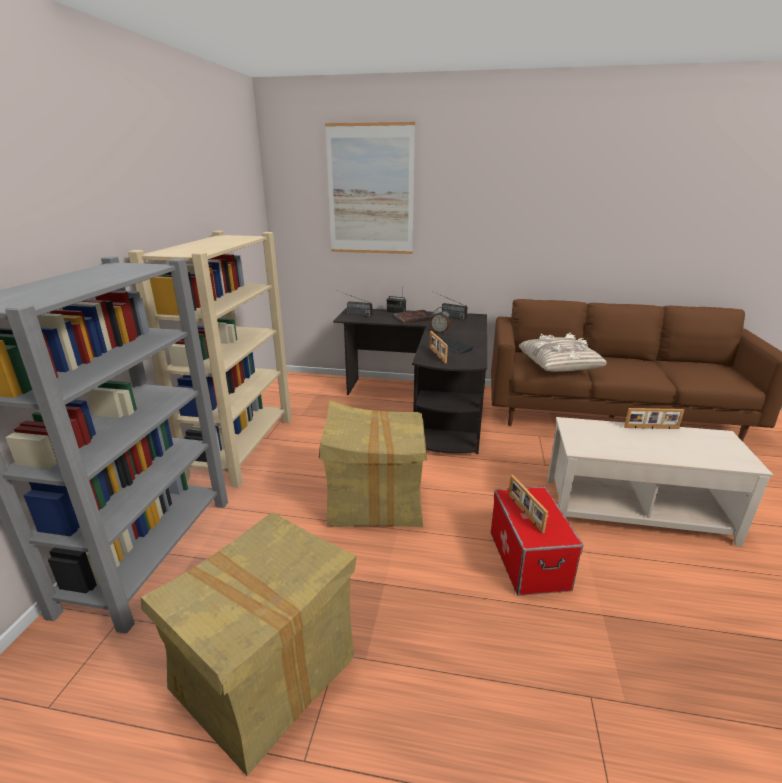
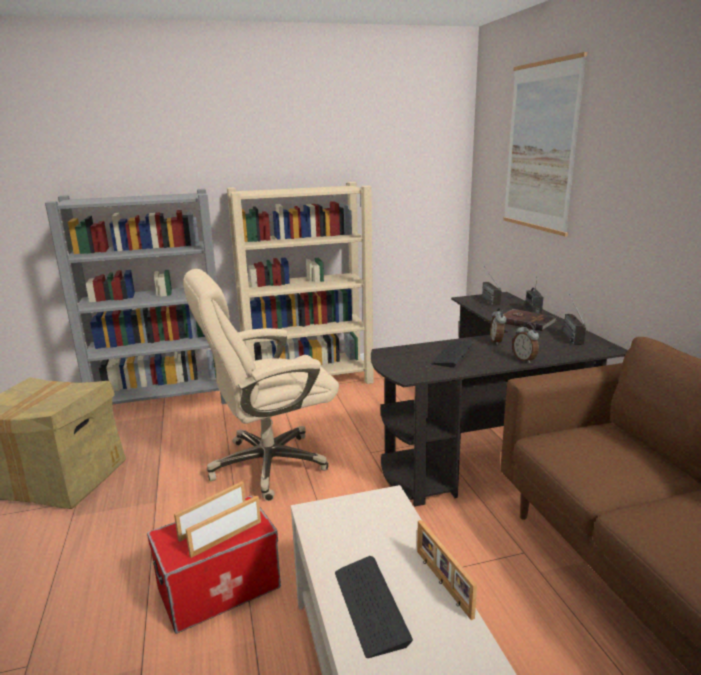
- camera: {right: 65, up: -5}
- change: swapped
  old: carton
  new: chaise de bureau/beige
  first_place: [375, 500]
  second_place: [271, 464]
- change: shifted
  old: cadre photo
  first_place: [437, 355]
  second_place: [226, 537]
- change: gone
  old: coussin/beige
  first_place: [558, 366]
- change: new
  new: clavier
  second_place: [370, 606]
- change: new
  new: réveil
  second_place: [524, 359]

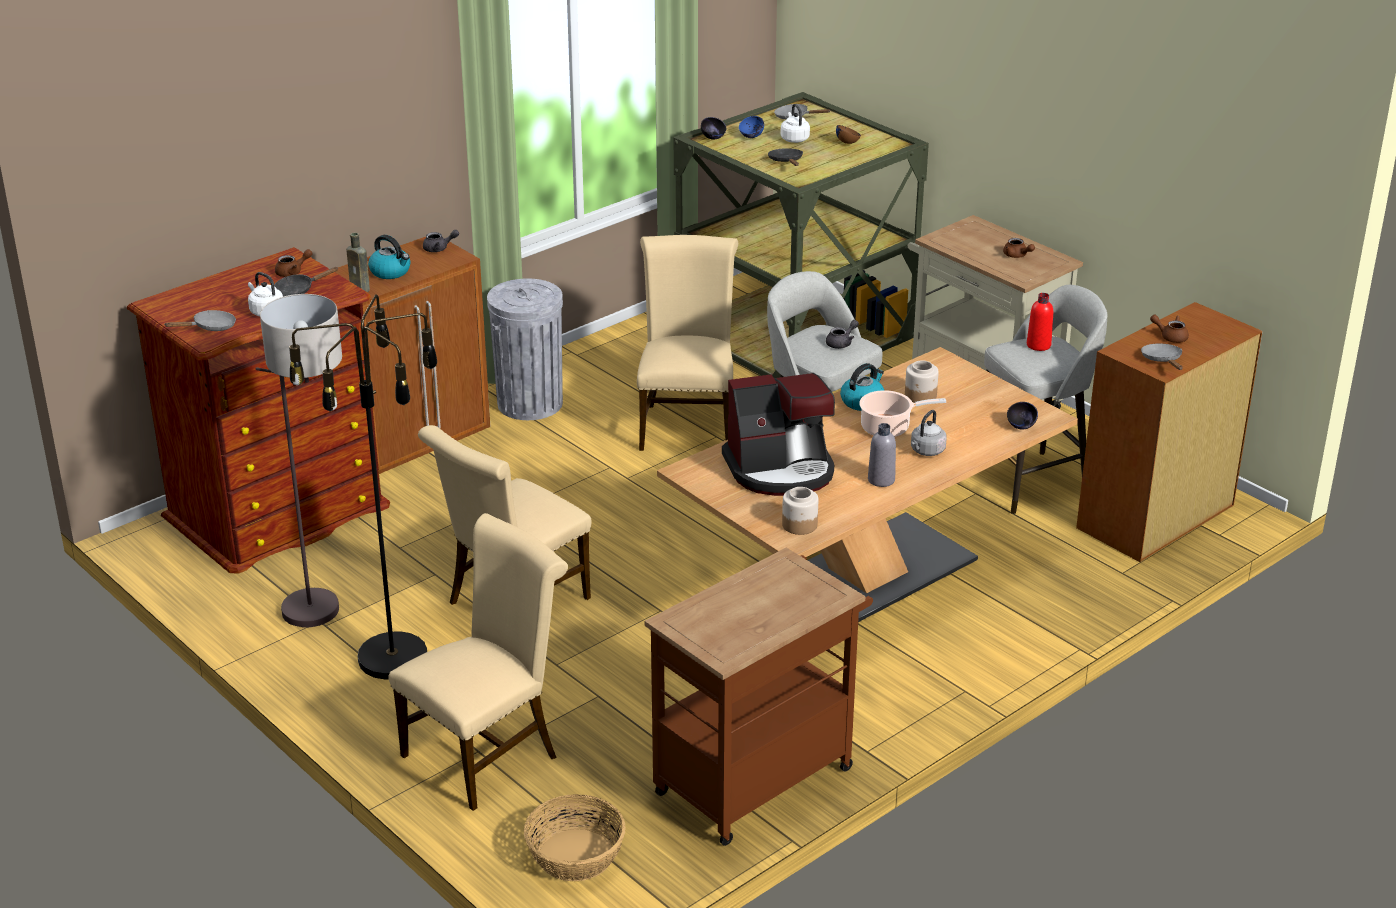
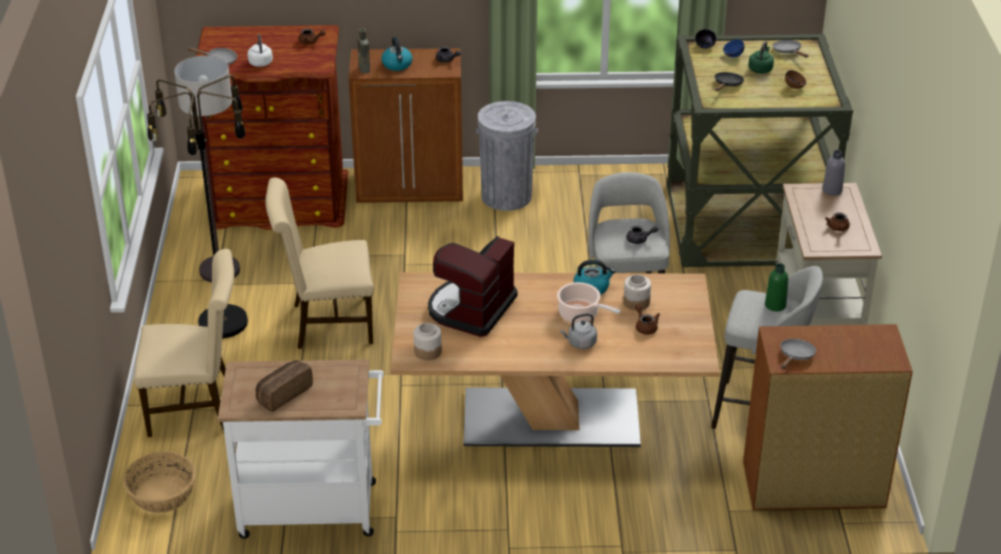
- camera: {right: 40, up: 5}
- change: gone
  old: poêle/noir
  first_place: [297, 291]
- change: gone
  old: chaise/beige
  first_place: [687, 424]
- change: repainted
  old: chariot/marron
  new: chariot/blanc
  first_place: [758, 779]
  second_place: [313, 510]
- change: rotated
  old: machine à café
  first_place: [781, 470]
  second_place: [471, 309]
  degrees: 90
- change: repainted
  old: bouilloire/blanc
  new: bouilloire/vert
  first_place: [794, 139]
  second_place: [760, 69]
- change: shifted
  old: bouteille/gris
  first_place: [881, 480]
  second_place: [832, 190]
- change: gone
  old: bol/noir
  first_place: [1021, 426]
- change: repainted
  old: bouteille/rouge
  new: bouteille/vert
  first_place: [1038, 345]
  second_place: [775, 305]
- change: shifted
  old: théière/marron
  first_place: [1170, 337]
  second_place: [645, 326]
- change: new
  new: pain
  second_place: [283, 393]

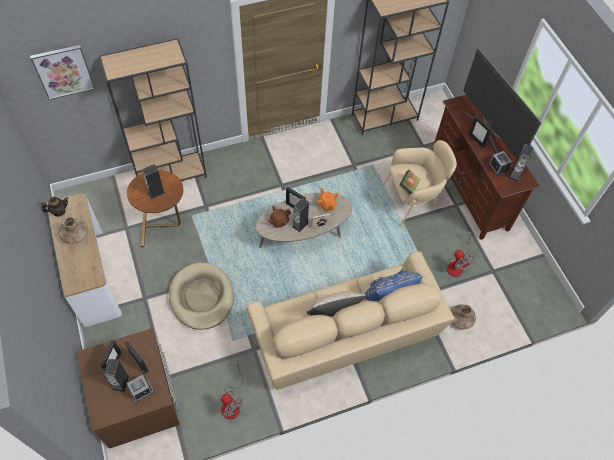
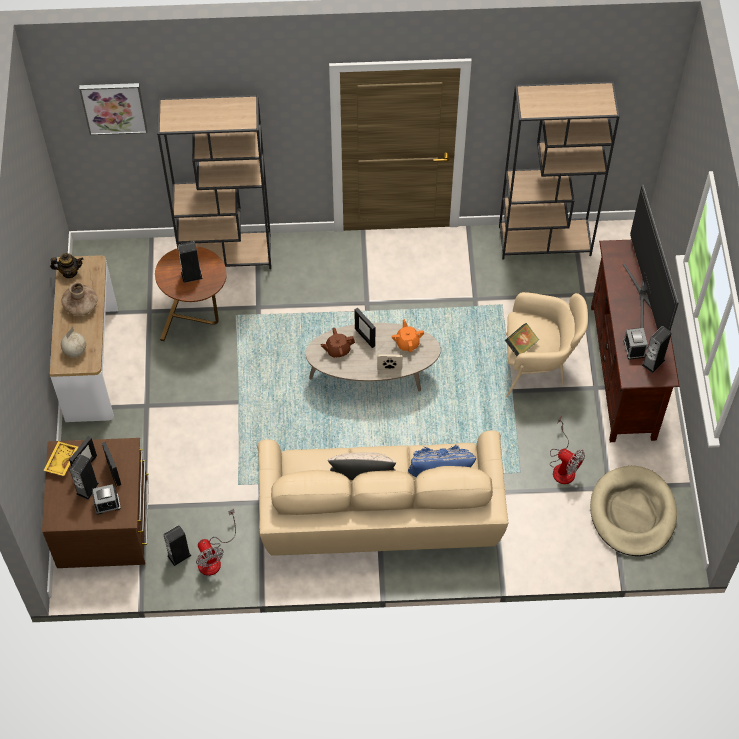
- camera: {right: 20, up: 0}
- change: shifted
  old: panier pour chien/beige
  first_place: [201, 297]
  second_place: [632, 513]
- change: shifted
  old: enceinte
  first_place: [300, 224]
  second_place: [179, 555]
- change: rotated
  old: ventilateur
  first_place: [456, 264]
  second_place: [563, 466]
  degrees: -45
- change: gone
  old: vase/marron
  first_place: [460, 319]
- change: gone
  old: cadre photo
  first_place: [477, 140]
- change: new
  new: plateau/jaune
  second_place: [61, 461]
- change: new
  new: globe
  second_place: [75, 351]

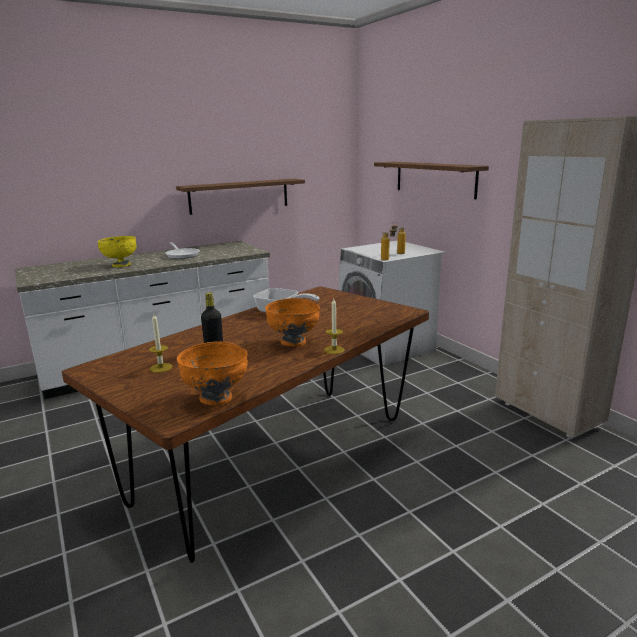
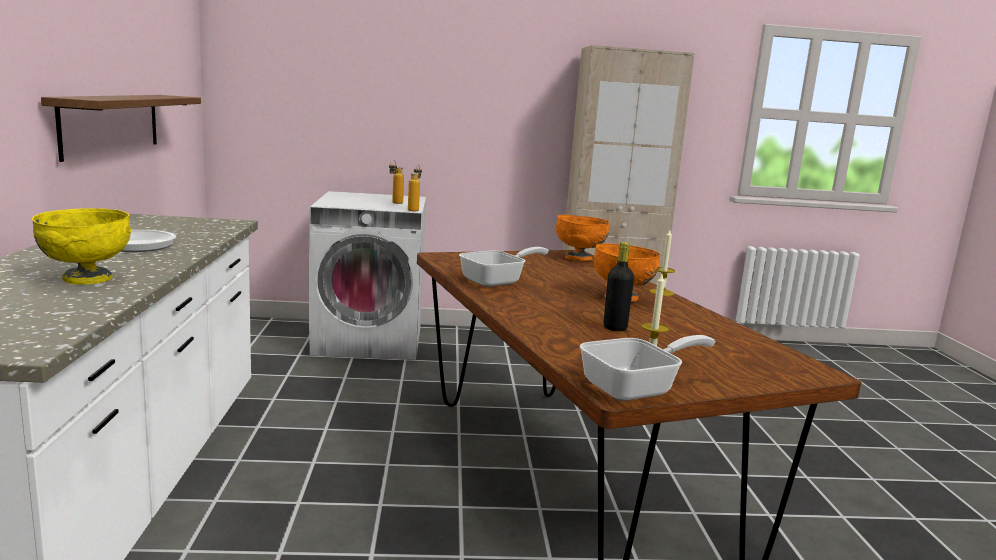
- camera: {right: -65, up: -5}
- change: shifted
  old: bol/orange
  first_place: [216, 399]
  second_place: [579, 259]
- change: gone
  old: étagère
  first_place: [434, 179]
- change: new
  new: poêle
  second_place: [637, 388]

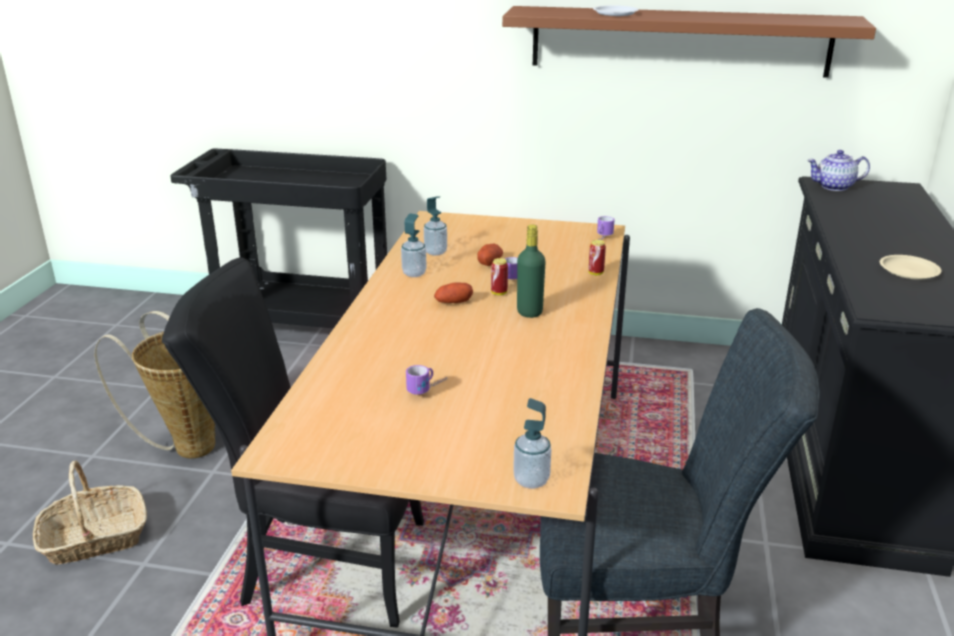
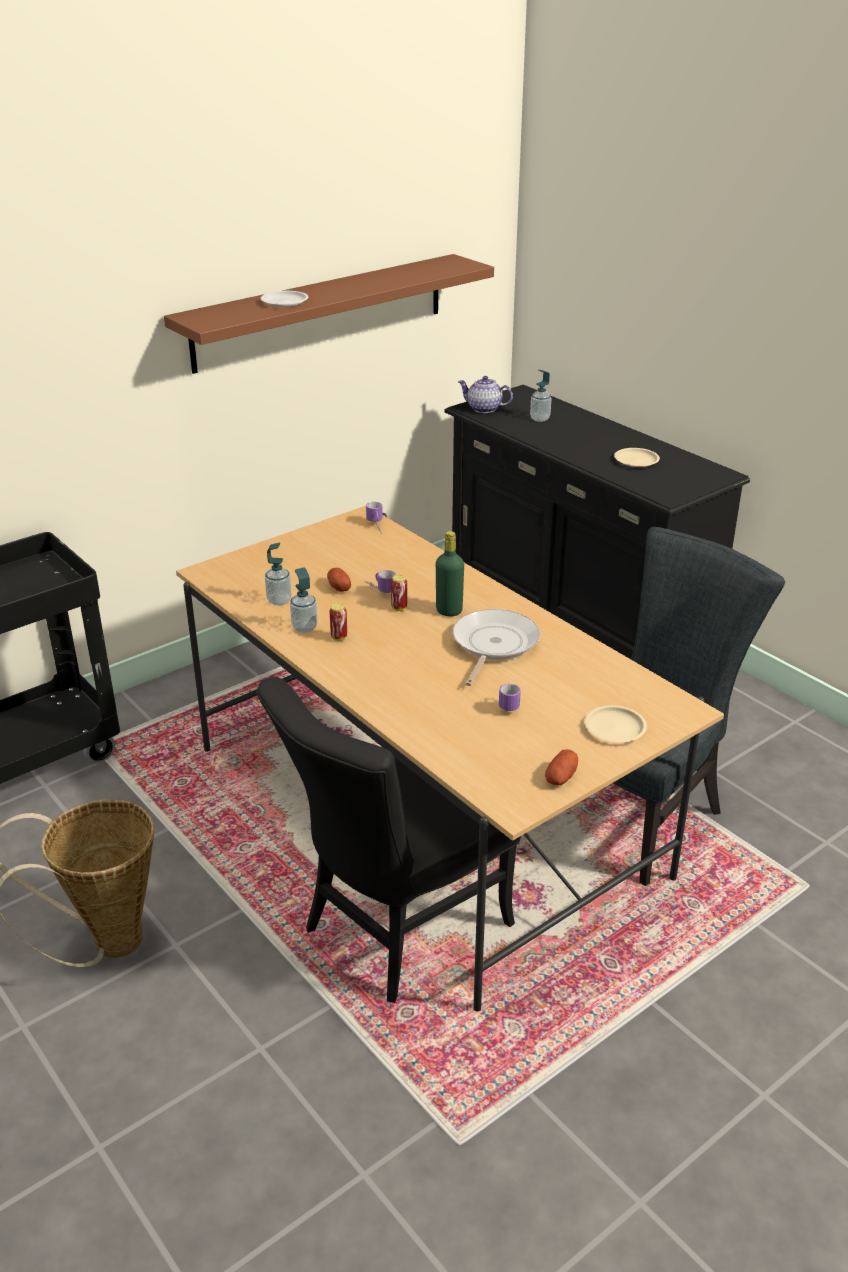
- camera: {right: -50, up: 5}
- change: gone
  old: panier
  first_place: [94, 538]
- change: shifted
  old: pomme de terre
  first_place: [453, 302]
  second_place: [561, 777]
- change: shifted
  old: distributeur de savon
  first_place: [531, 480]
  second_place: [540, 419]
- change: shifted
  old: boîte métallique
  first_place: [595, 273]
  second_place: [339, 638]
- change: rotated
  old: théière
  first_place: [834, 187]
  second_place: [484, 409]
  degrees: 75
- change: new
  new: poêle
  second_place: [493, 645]
- change: new
  new: assiette/beige
  second_place: [614, 728]

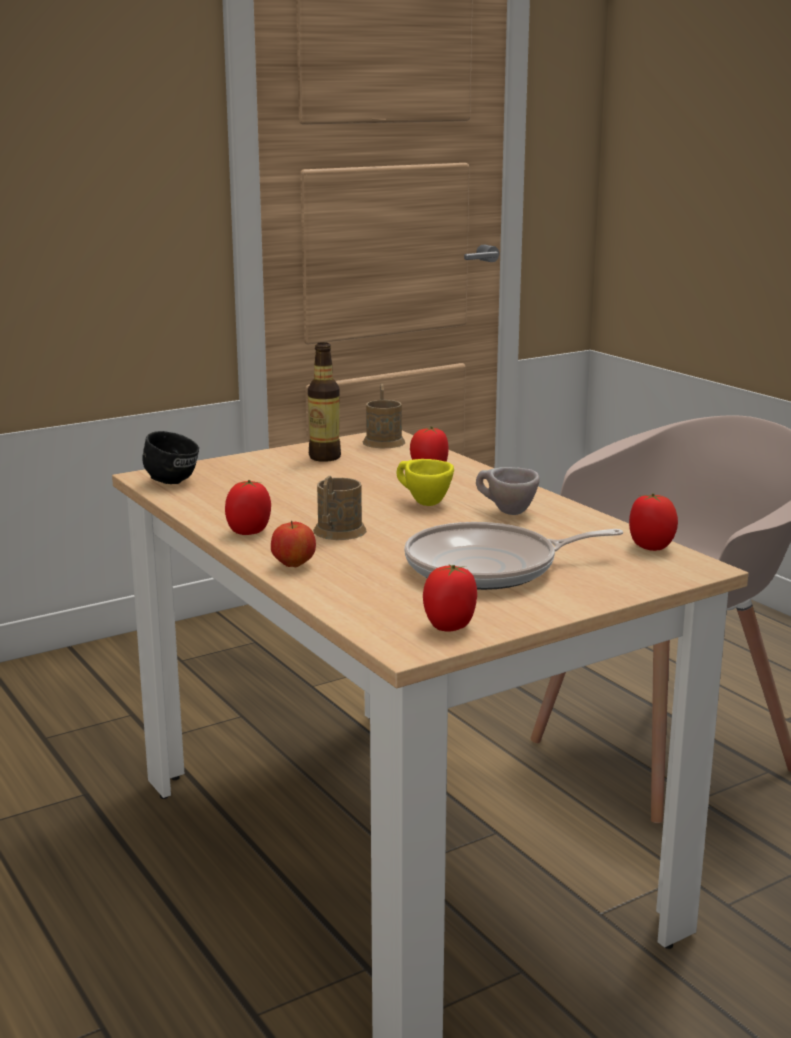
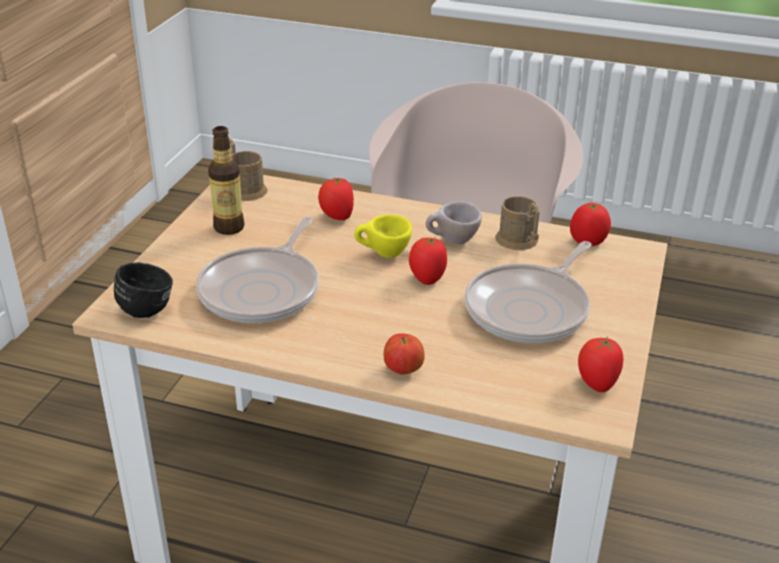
- camera: {right: -40, up: 15}
- change: shifted
  old: tomate
  first_place: [249, 532]
  second_place: [427, 279]
- change: shifted
  old: mug/marron
  first_place: [337, 533]
  second_place: [520, 242]
- change: new
  new: poêle
  second_place: [263, 290]

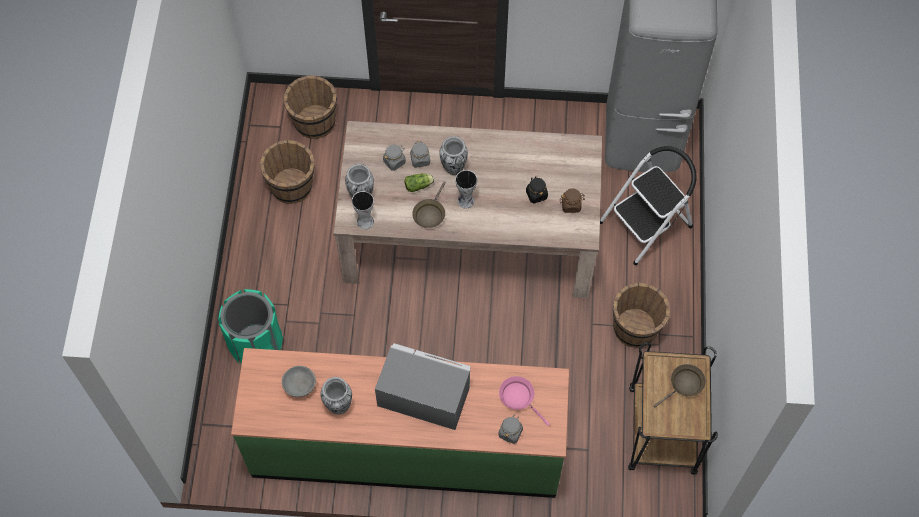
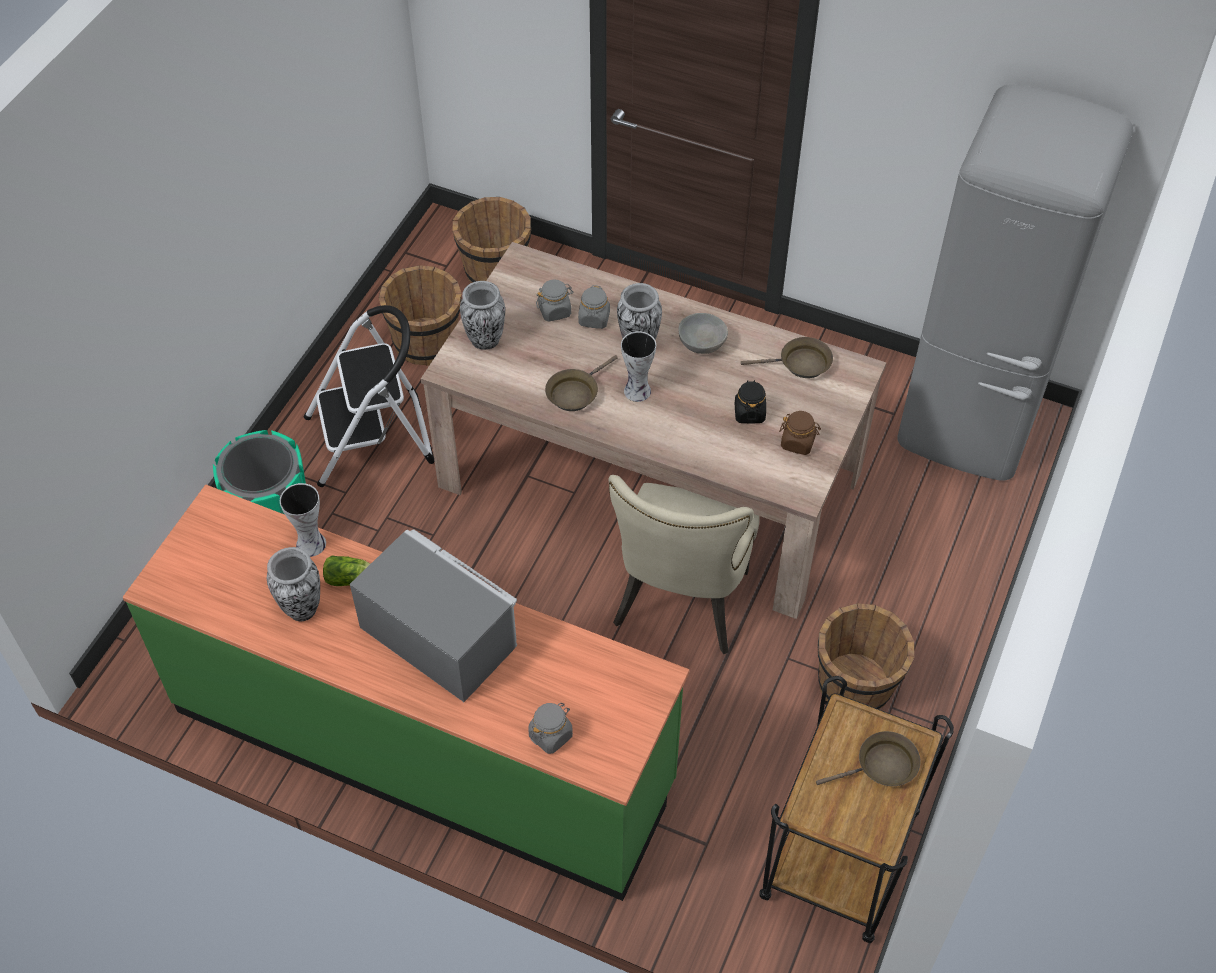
- camera: {right: 20, up: -10}
- change: shifted
  old: bol/gris
  first_place: [300, 386]
  second_place: [701, 344]
- change: shifted
  old: vase
  first_place: [364, 221]
  second_place: [310, 543]
- change: shifted
  old: laitue
  first_place: [419, 185]
  second_place: [352, 579]
- change: gone
  old: poêle/rose
  first_place: [519, 397]
- change: shifted
  old: escabeau
  first_place: [648, 223]
  second_place: [374, 439]
- change: new
  new: chaise/beige
  second_place: [681, 602]
- change: new
  new: poêle/marron
  second_place: [800, 364]

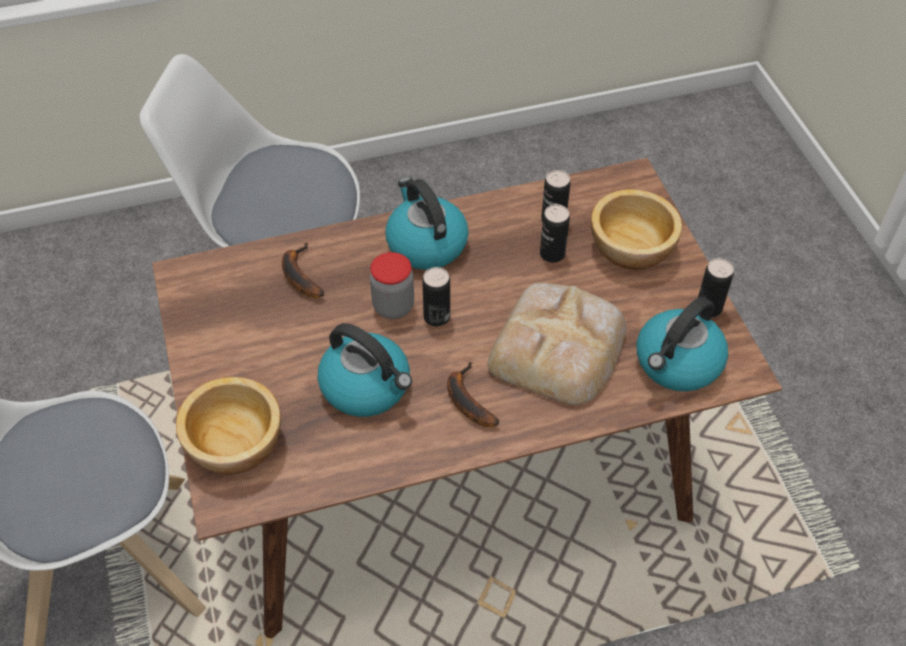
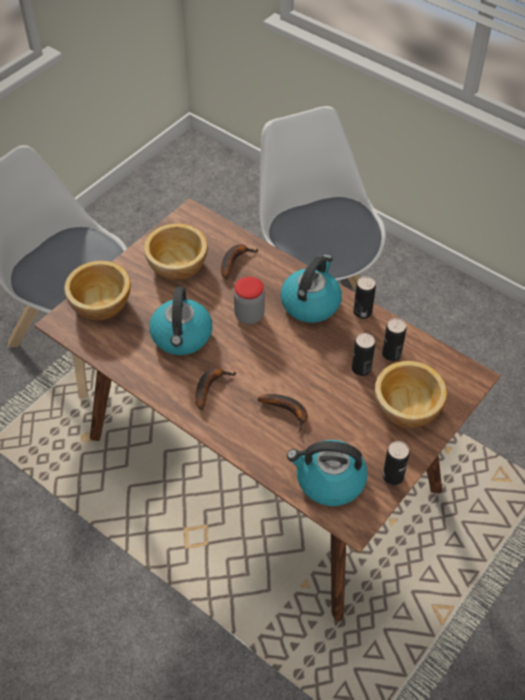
- camera: {right: 55, up: 0}
- change: shifted
  old: boîte métallique
  first_place: [436, 317]
  second_place: [362, 312]
- change: swapped
  old: pain
  new: banane
  first_place: [559, 347]
  second_place: [288, 411]
- change: new
  new: bol
  second_place: [178, 265]

